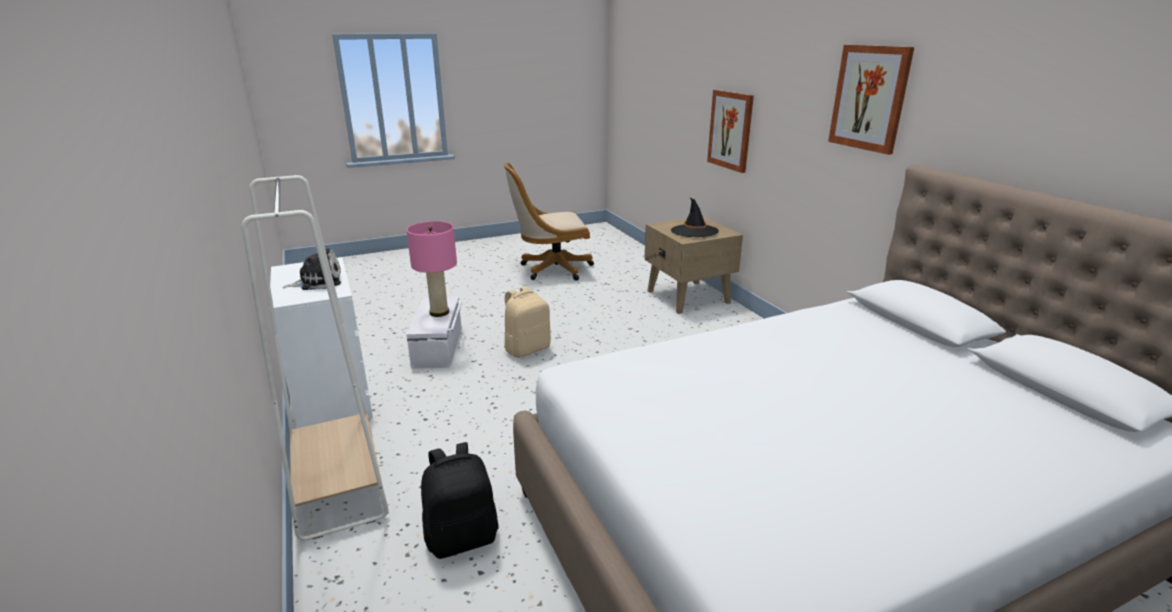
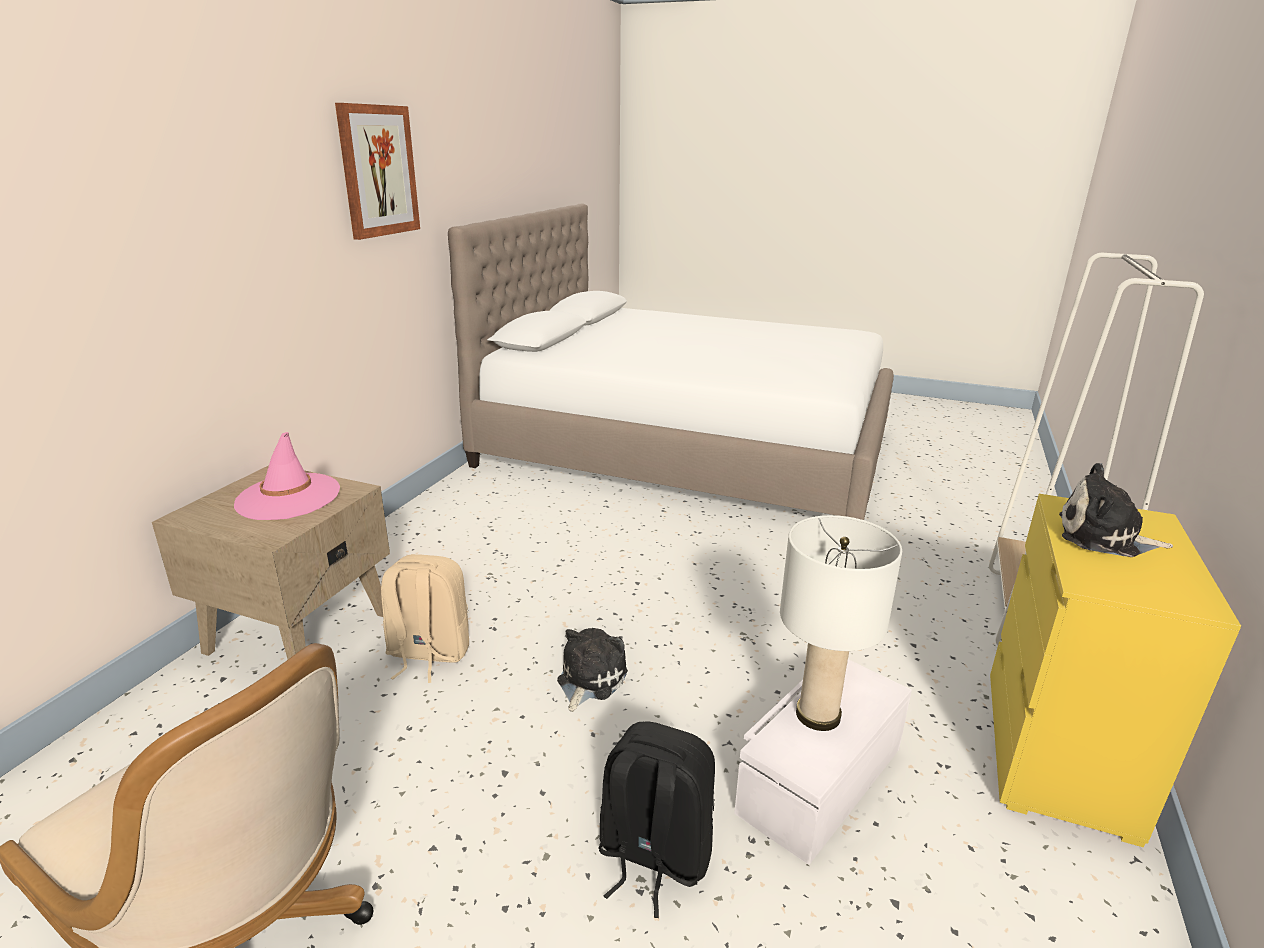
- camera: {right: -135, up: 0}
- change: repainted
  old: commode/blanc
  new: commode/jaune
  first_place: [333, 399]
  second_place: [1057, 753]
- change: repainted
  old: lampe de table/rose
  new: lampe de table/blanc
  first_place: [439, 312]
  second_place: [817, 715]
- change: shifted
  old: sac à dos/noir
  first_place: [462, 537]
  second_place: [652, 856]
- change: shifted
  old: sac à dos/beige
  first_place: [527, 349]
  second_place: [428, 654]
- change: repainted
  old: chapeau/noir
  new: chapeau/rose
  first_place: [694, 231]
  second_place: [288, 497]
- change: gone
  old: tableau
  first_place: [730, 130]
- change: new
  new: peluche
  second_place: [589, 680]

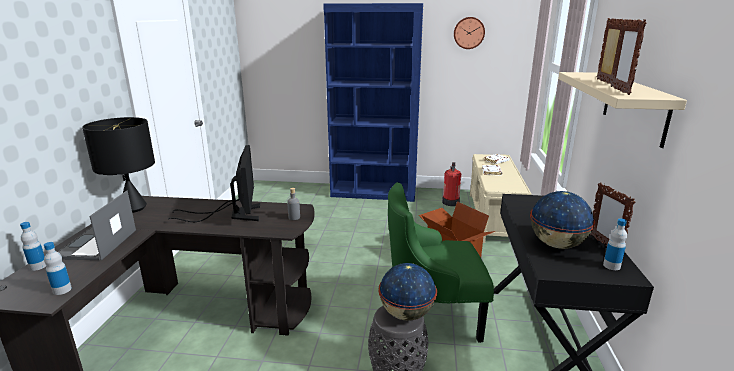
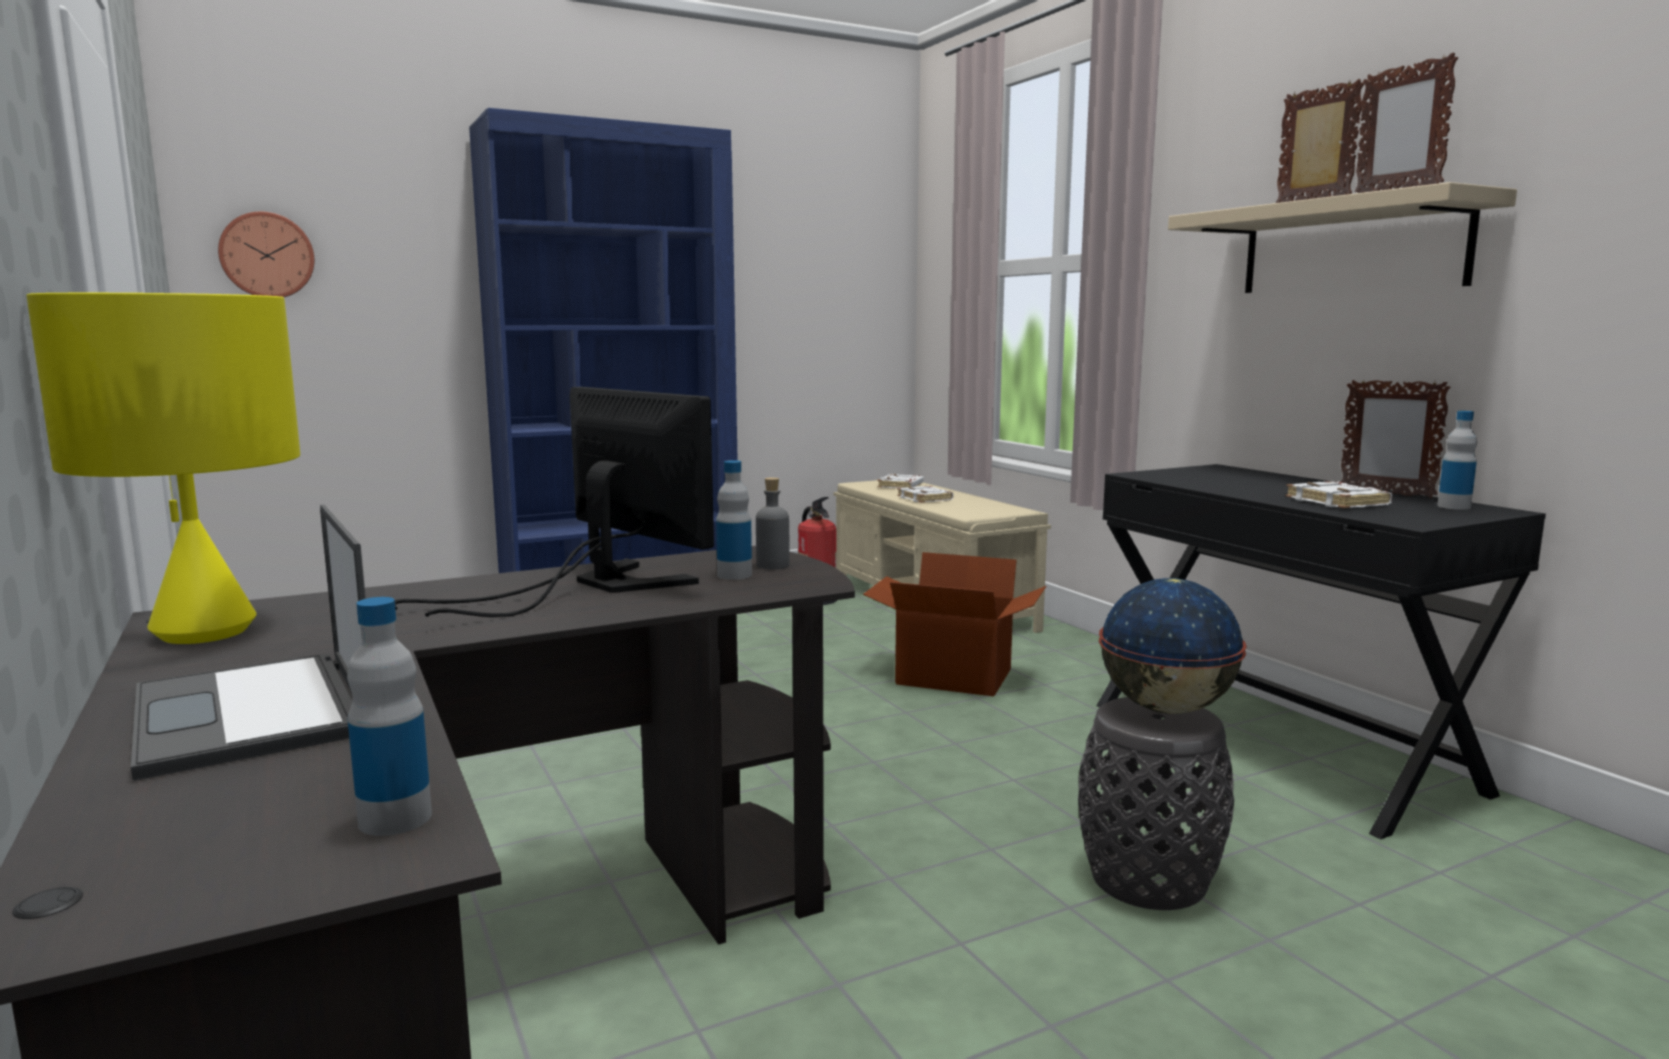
- camera: {right: -35, up: -10}
- change: shifted
  old: bouteille
  first_place: [38, 266]
  second_place: [734, 575]
- change: repainted
  old: lampe de table/noir
  new: lampe de table/jaune
  first_place: [133, 209]
  second_place: [205, 633]
- change: gone
  old: chaise/vert
  first_place: [433, 318]
- change: shifted
  old: horloge murale
  first_place: [469, 33]
  second_place: [267, 256]
- change: swapped
  old: globe
  new: livre/blanc
  first_place: [557, 245]
  second_place: [1338, 502]

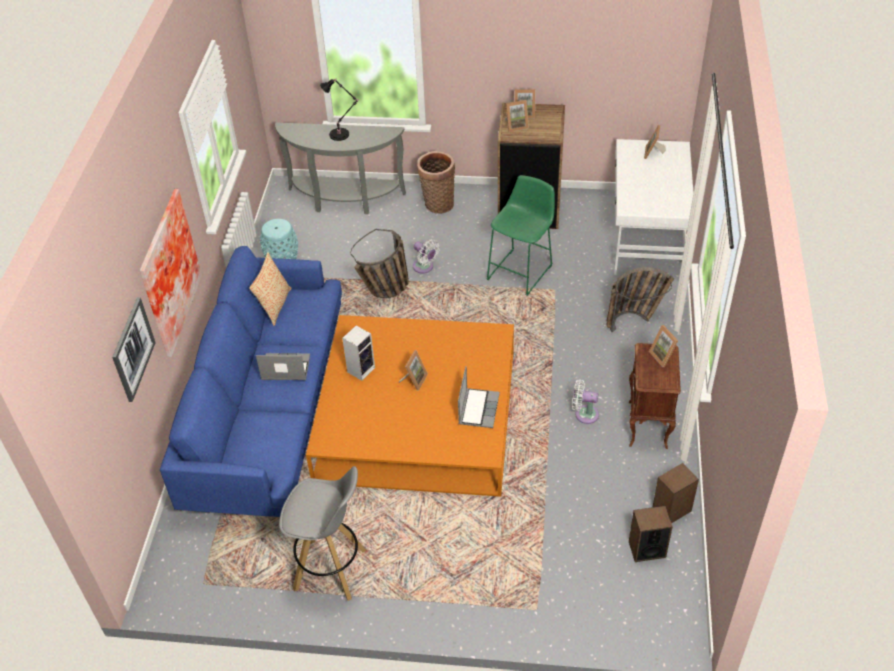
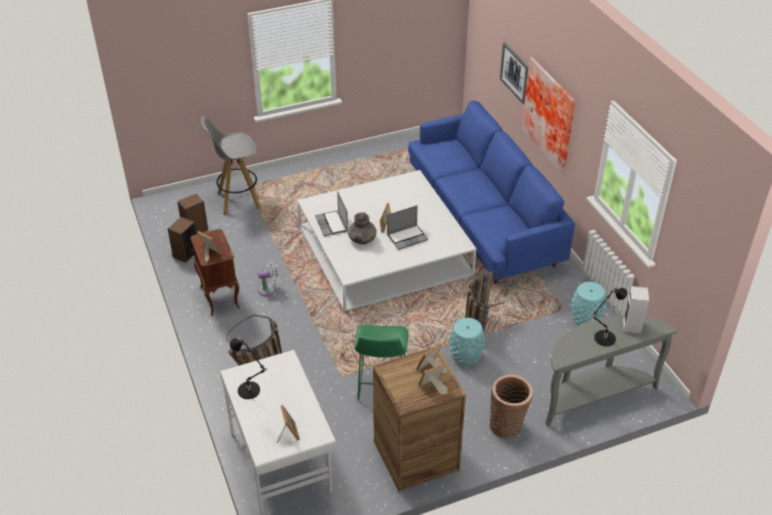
- camera: {right: 150, up: -5}
- change: gone
  old: coussin/beige
  first_place: [275, 306]
- change: shifted
  old: ordinateur portable
  first_place: [285, 368]
  second_place: [407, 237]
- change: shifted
  old: tabouret/gris
  first_place: [331, 570]
  second_place: [238, 200]
- change: repainted
  old: table basse/orange
  new: table basse/blanc
  first_place: [416, 415]
  second_place: [384, 250]
- change: shifted
  old: enceinte
  first_place: [361, 369]
  second_place: [632, 326]
- change: swapped
  old: ventilateur/blanc
  new: tabouret/turquoise
  first_place: [424, 267]
  second_place: [465, 356]
- change: new
  new: lampe de table/noir
  second_place: [250, 391]
- change: new
  new: vase/gris
  second_place: [362, 239]

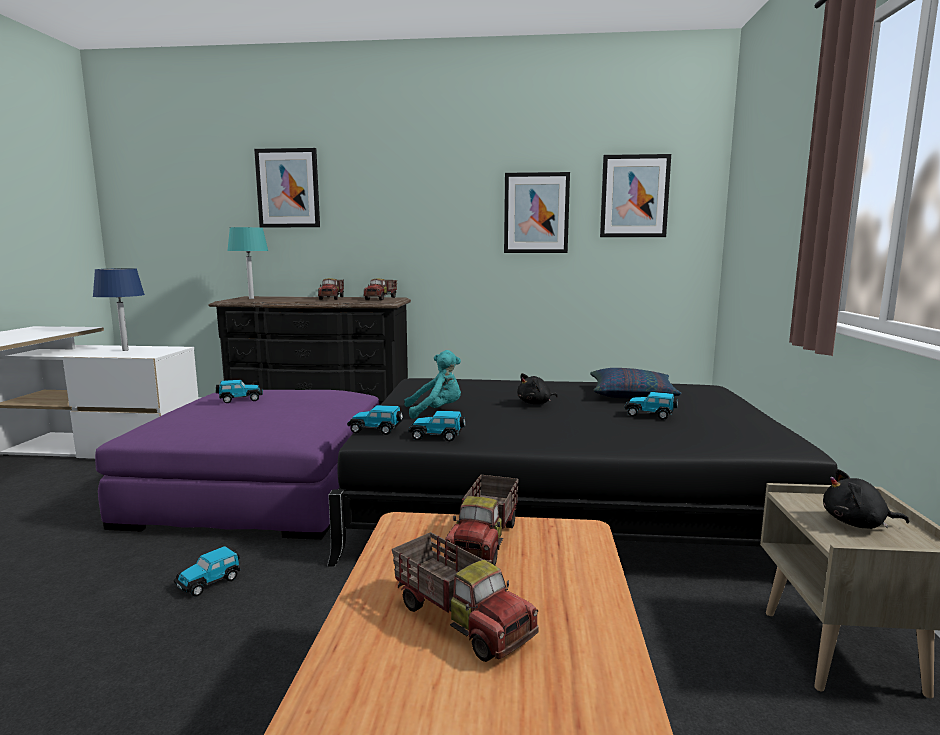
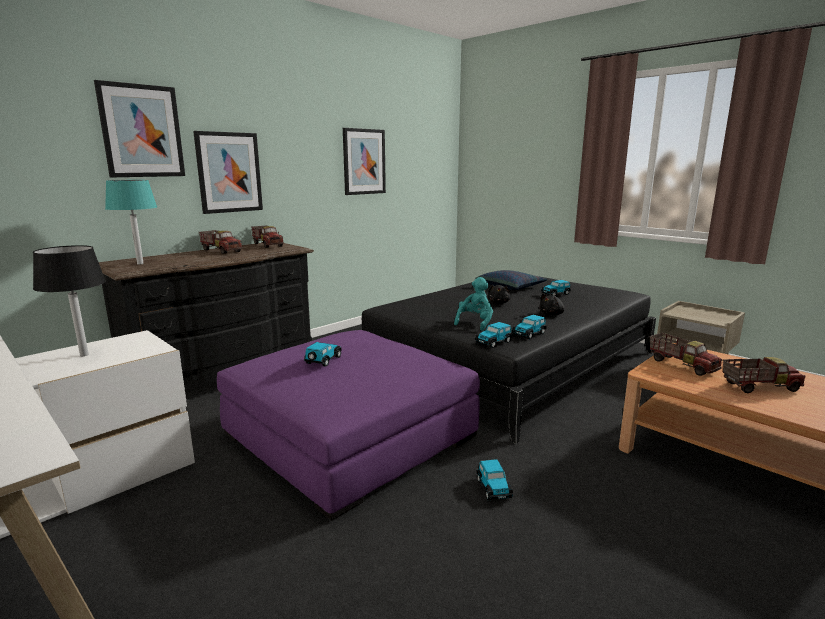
- camera: {right: -50, up: 5}
- change: repainted
  old: lampe de table/bleu
  new: lampe de table/noir
  first_place: [125, 350]
  second_place: [84, 355]
- change: shifted
  old: tableau
  first_place: [634, 196]
  second_place: [229, 172]
- change: shifted
  old: peluche/noir
  first_place: [857, 524]
  second_place: [552, 314]

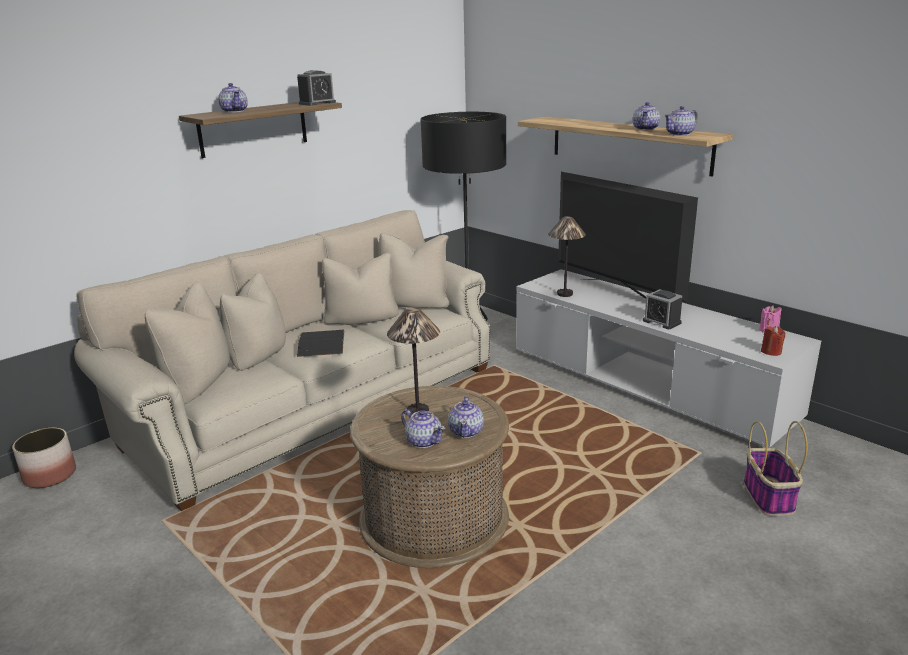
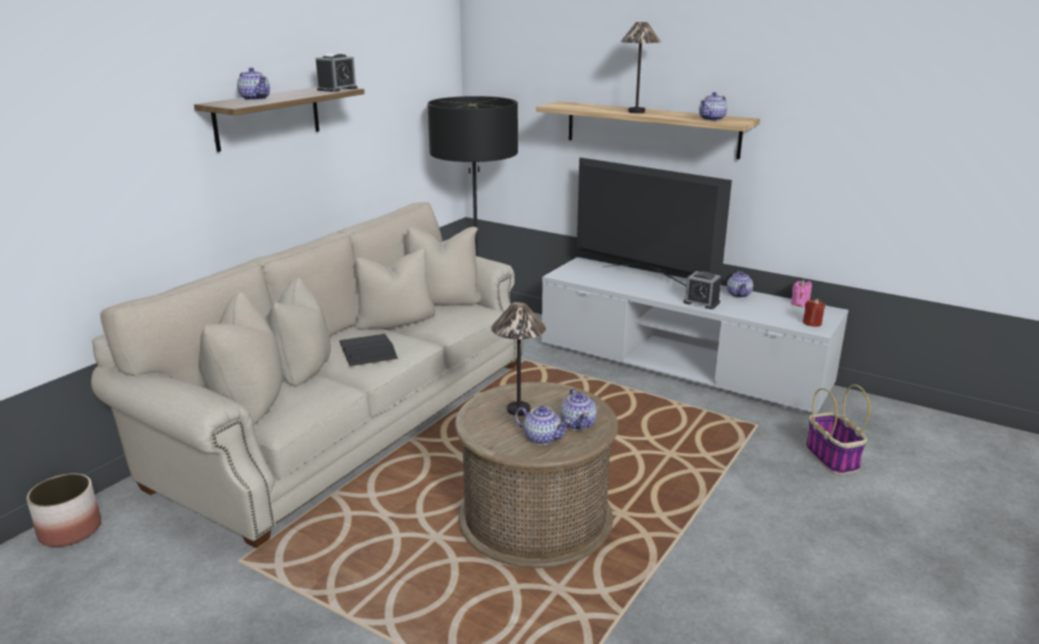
- camera: {right: -15, up: 0}
- change: shifted
  old: lampe de table
  first_place: [565, 294]
  second_place: [636, 111]
- change: shifted
  old: théière
  first_place: [645, 129]
  second_place: [739, 294]

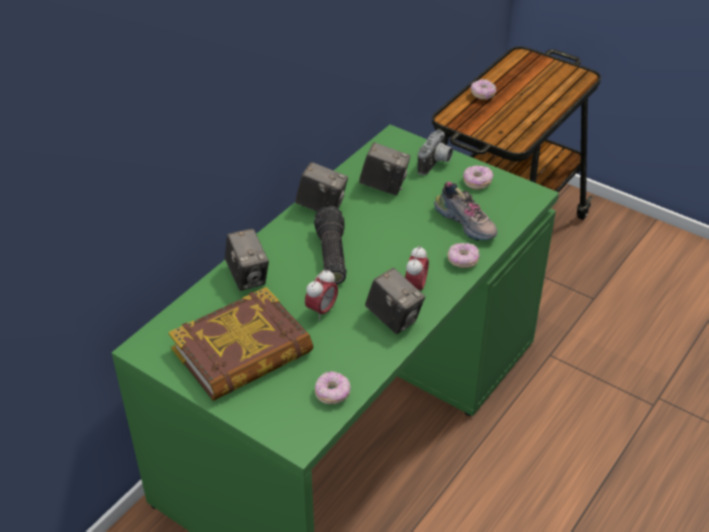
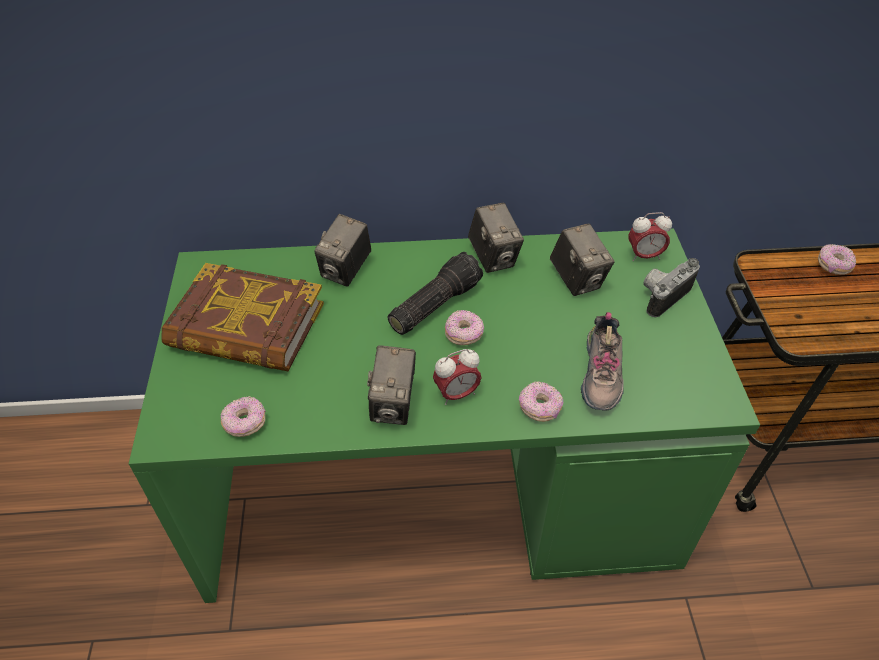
- camera: {right: 50, up: 5}
- change: shifted
  old: réveil
  first_place: [322, 310]
  second_place: [644, 256]
- change: rotated
  old: appareil photo
  first_place: [436, 164]
  second_place: [662, 295]
  degrees: 150
- change: shifted
  old: beignet
  first_place: [477, 182]
  second_place: [464, 334]

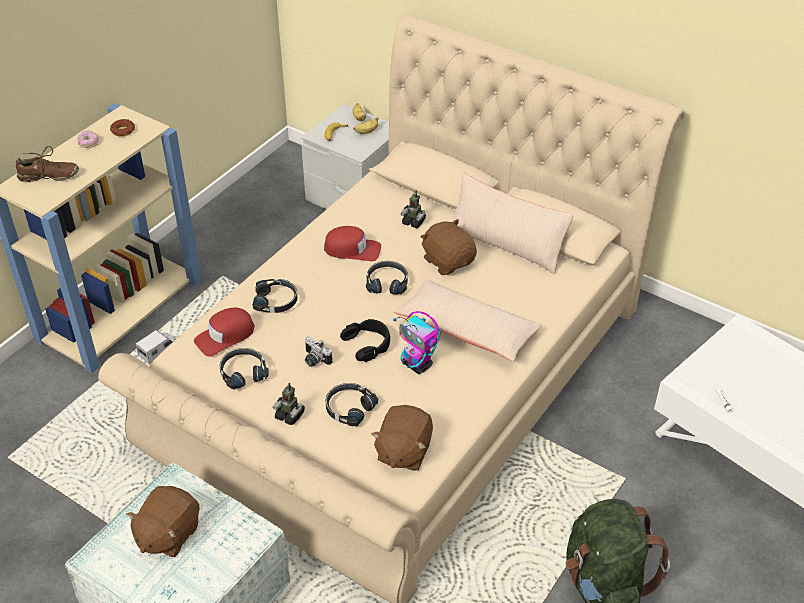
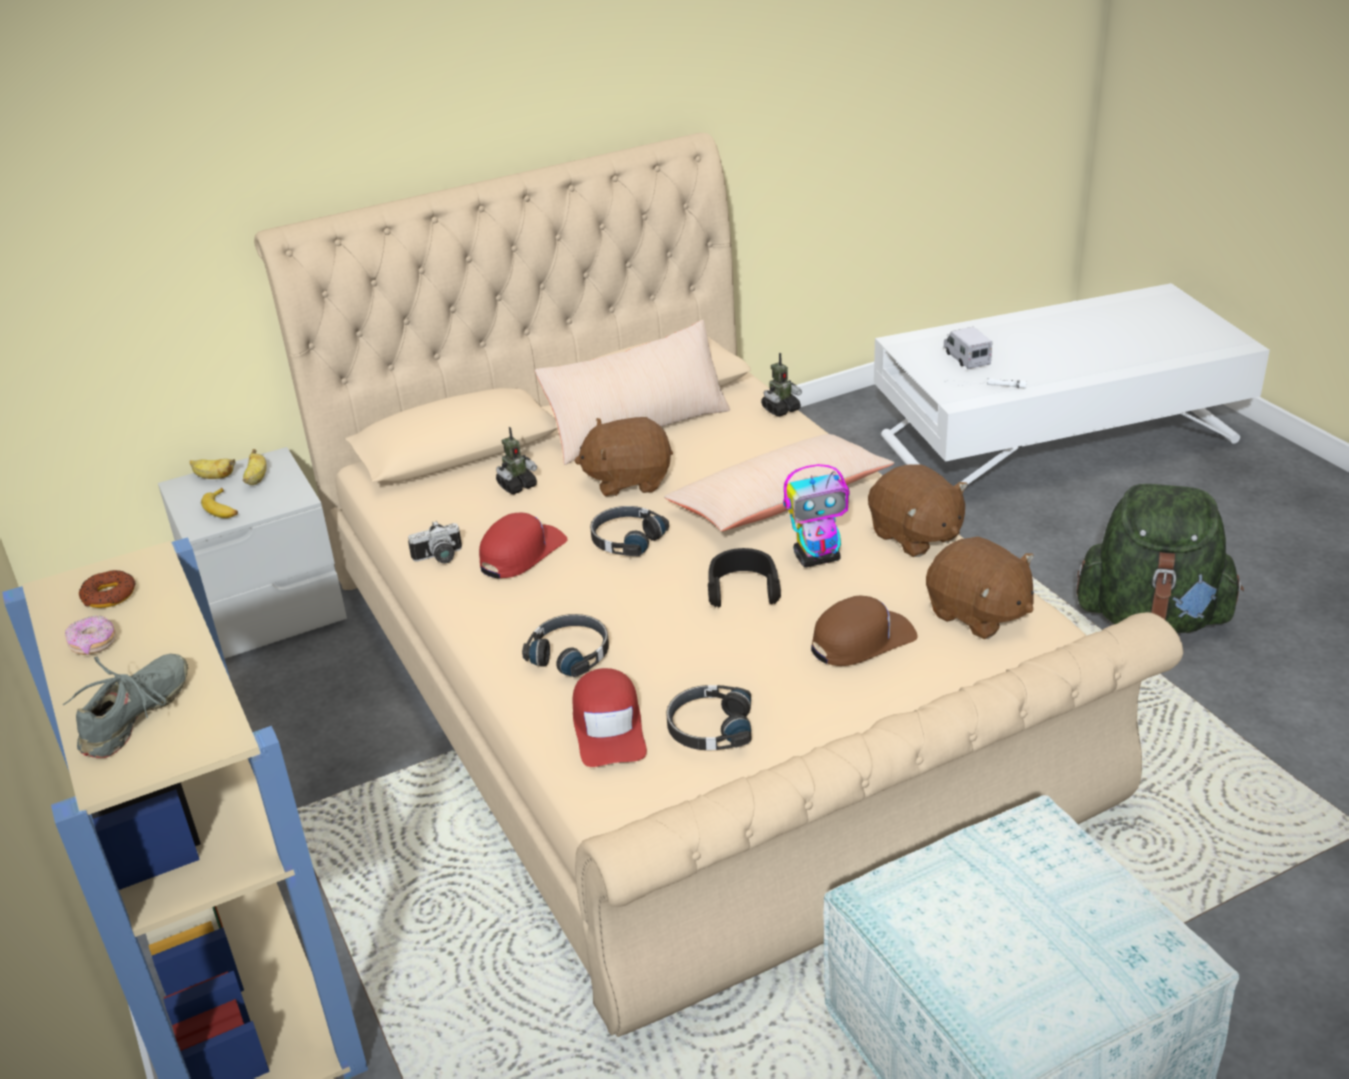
- camera: {right: -60, up: -10}
- change: repainted
  old: chaussure/marron
  new: chaussure/gris
  first_place: [48, 176]
  second_place: [137, 716]
- change: shifted
  old: peluche/marron
  first_place: [168, 534]
  second_place: [915, 536]
- change: shifted
  old: camion jouet
  first_place: [158, 351]
  second_place: [966, 358]
- change: shifted
  old: robot jouet
  first_place: [290, 415]
  second_place: [780, 409]
- change: shifted
  old: appareil photo
  first_place: [314, 360]
  second_place: [439, 558]
- change: swapped
  old: casque audio/noir
  new: casquette/marron
  first_place: [349, 408]
  second_place: [862, 640]

